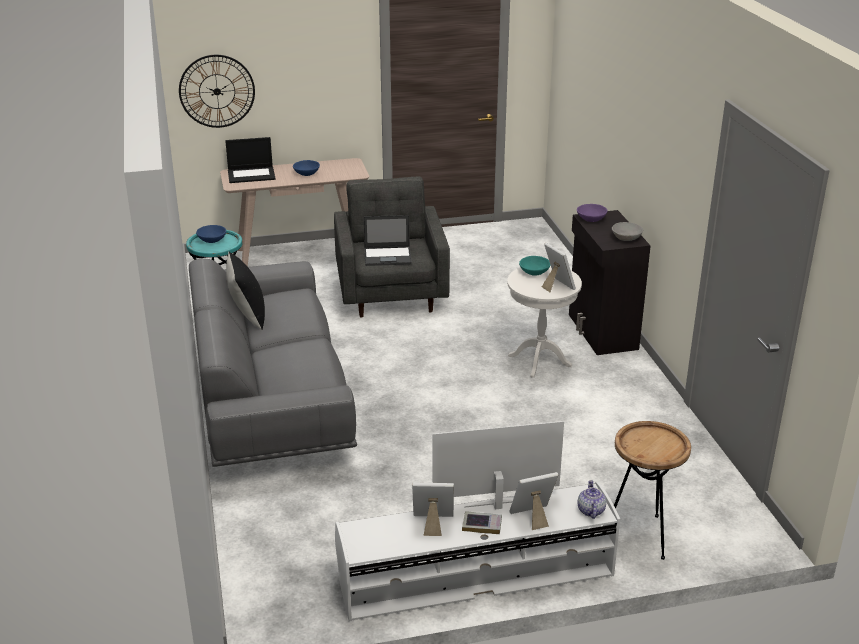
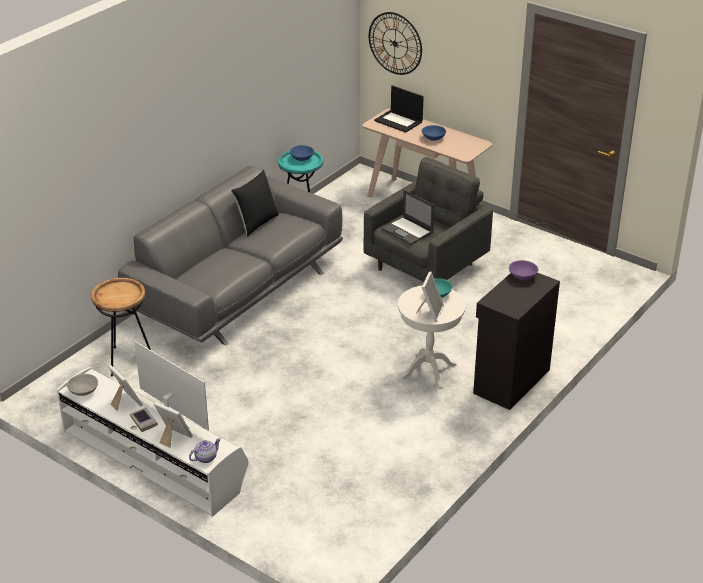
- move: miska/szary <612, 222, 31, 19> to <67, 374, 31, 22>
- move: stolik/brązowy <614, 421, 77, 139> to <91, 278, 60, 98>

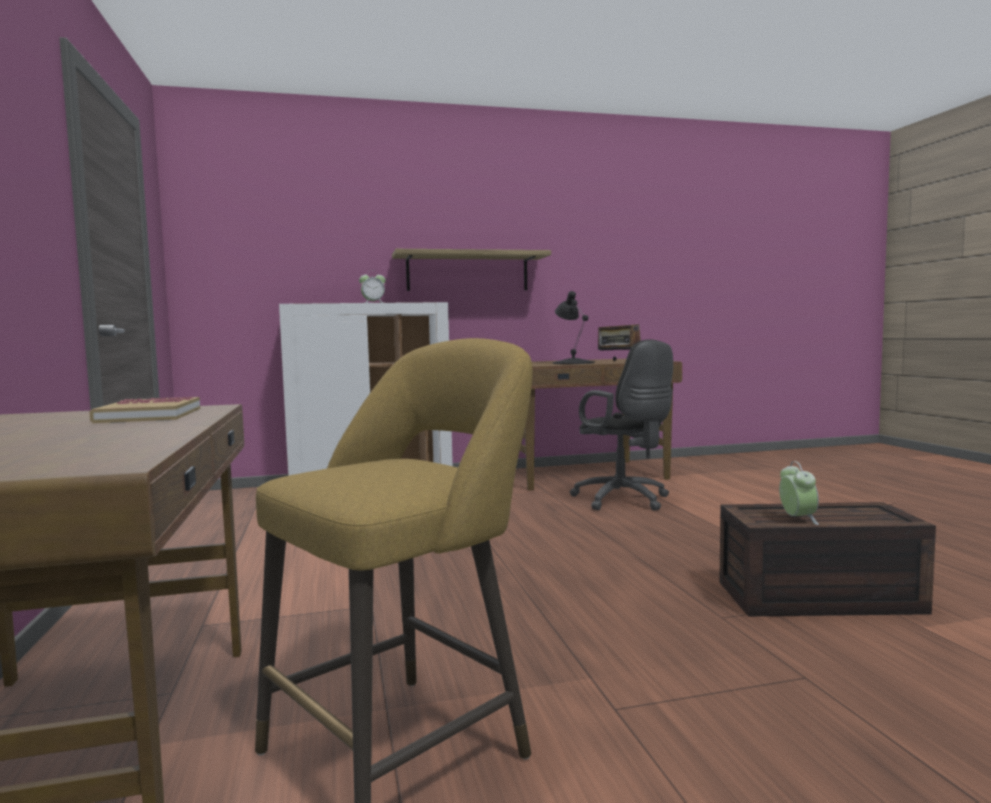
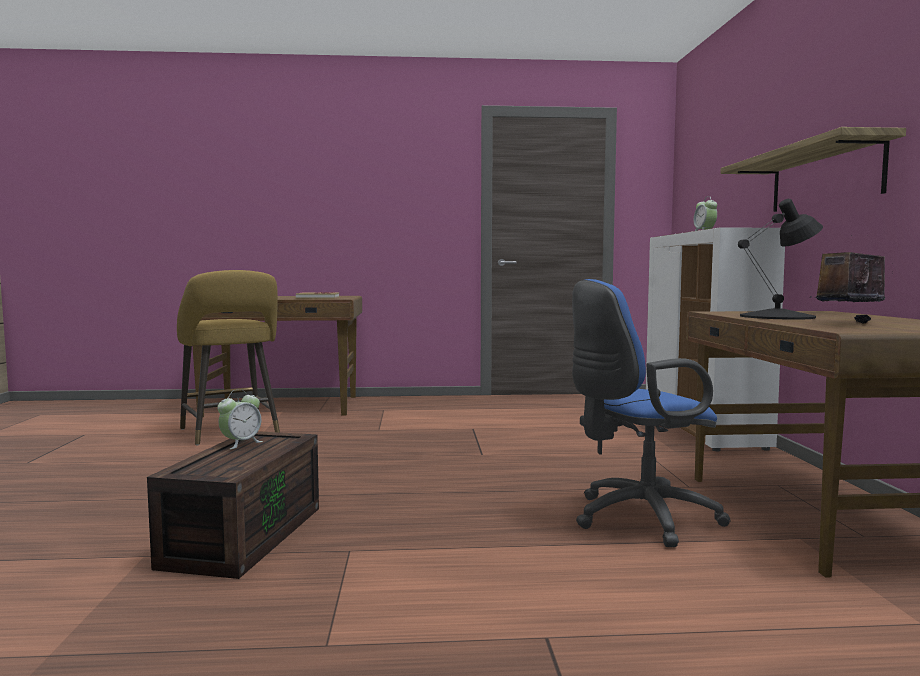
- rotate: budzik <779, 461, 40, 64> = <217, 389, 46, 60> 60 degrees counterclockwise
- recolor: krzesło biurowe/czarny <569, 339, 104, 172> to krzesło biurowe/niebieski <572, 279, 159, 268>

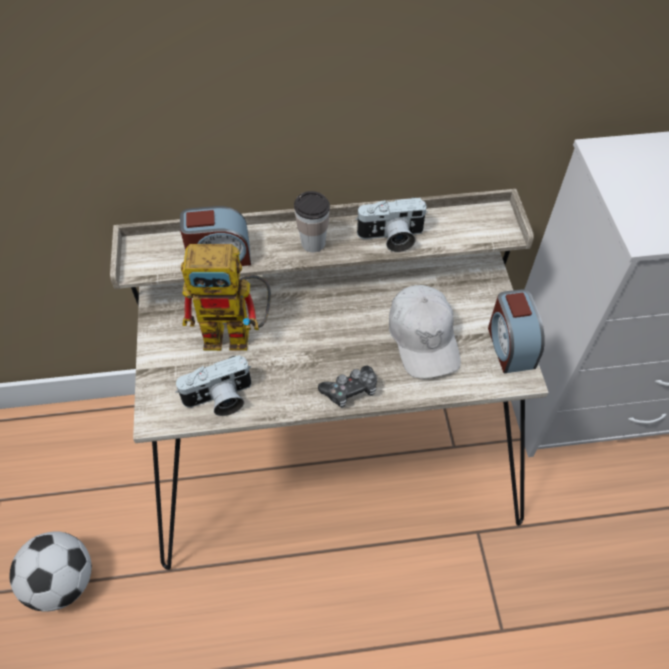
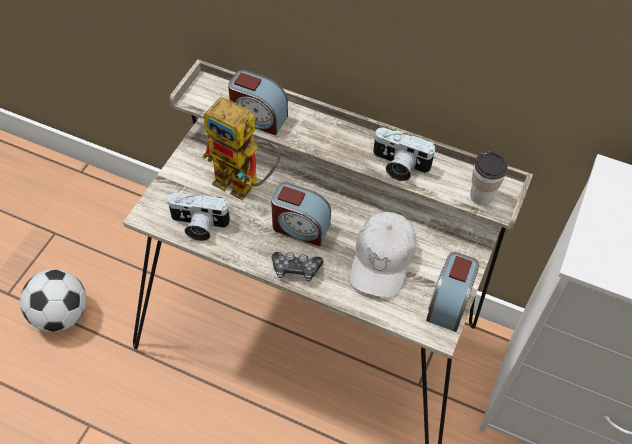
- insert: budzik <271, 182, 60, 64>
- move: filiżanka <294, 191, 36, 61> to <470, 151, 37, 54>

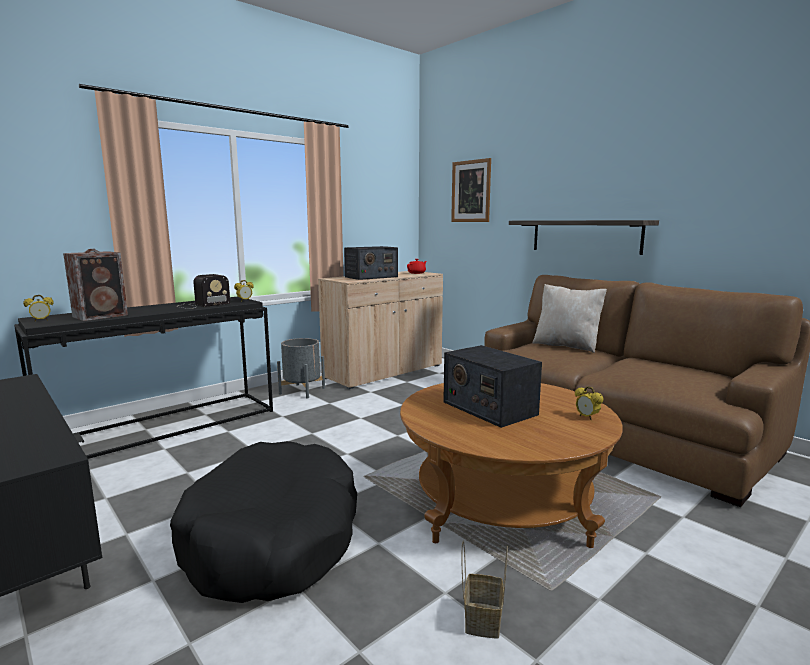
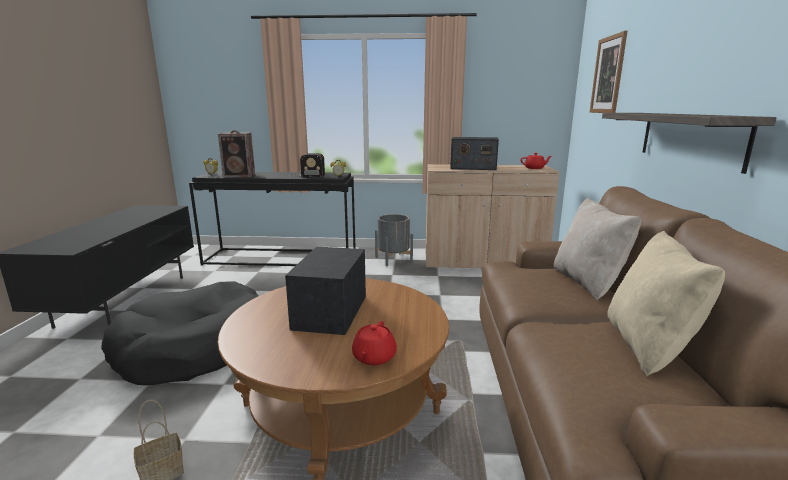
- replace: budzik <575, 386, 29, 34> to imbryk/czerwony <352, 321, 45, 44>
- insert: poduszka/beżowy <607, 231, 118, 146>

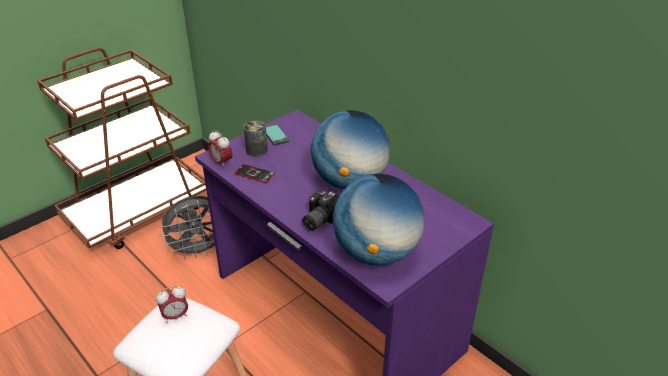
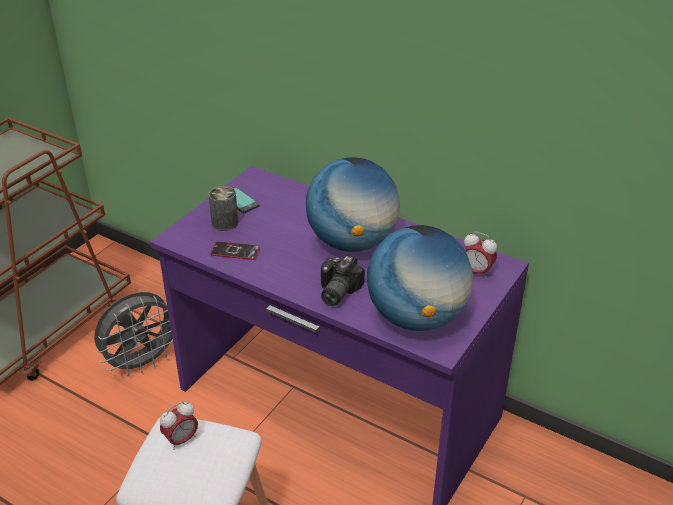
- move: budzik <208, 130, 25, 38> to <464, 232, 33, 47>

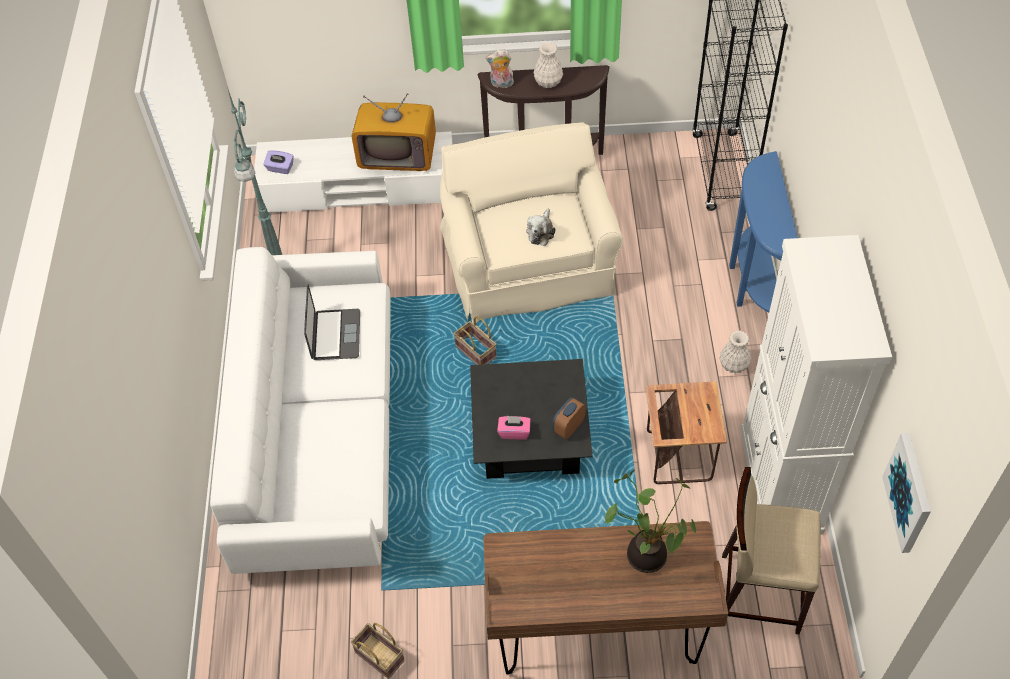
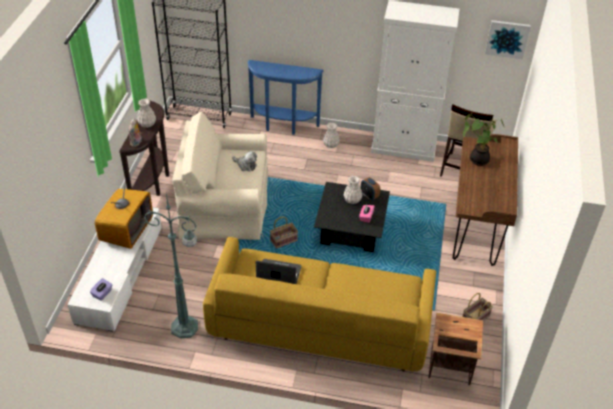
- recolor: kanapa/biały <210, 247, 181, 327> to kanapa/żółty <203, 237, 233, 134>
- insert: wazon/biały <343, 176, 19, 28>
- move: stolik <646, 381, 81, 103> to <429, 313, 54, 72>

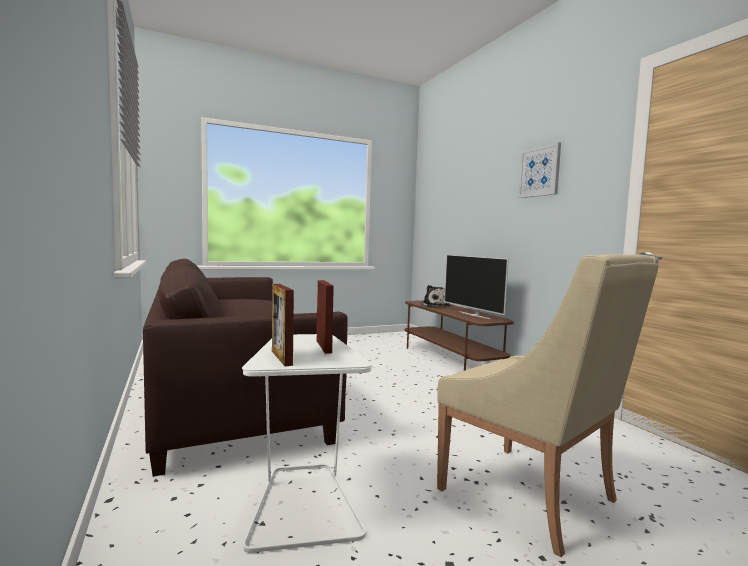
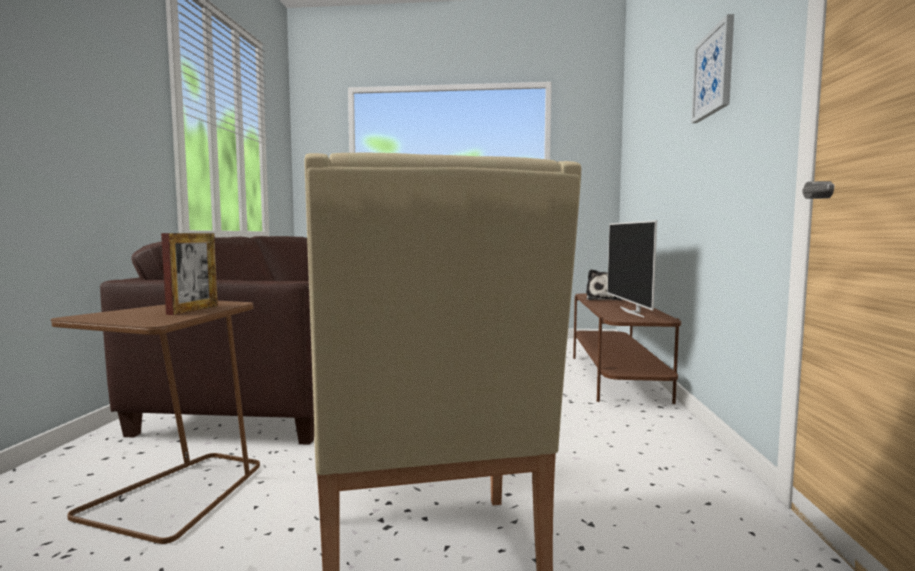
- recolor: stolik/biały <242, 334, 130, 219> to stolik/brązowy <51, 301, 209, 243>
- delete: ramka na zdjęcie <272, 284, 22, 82>

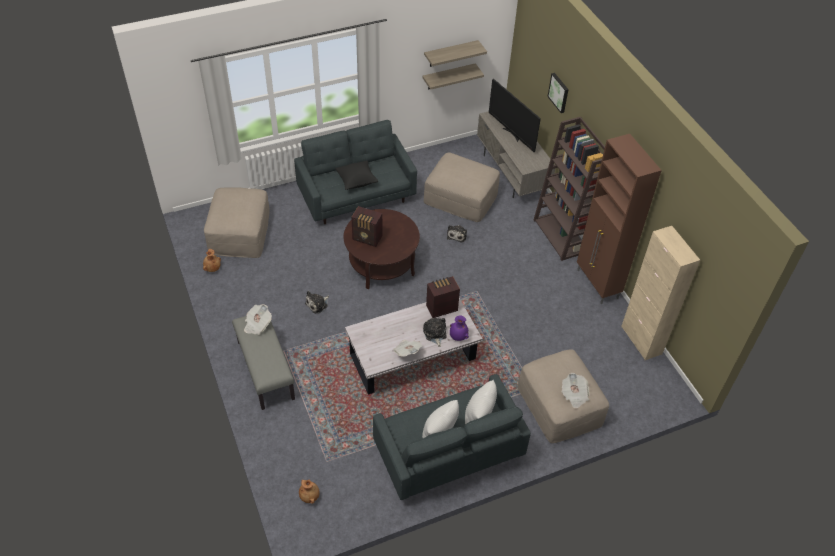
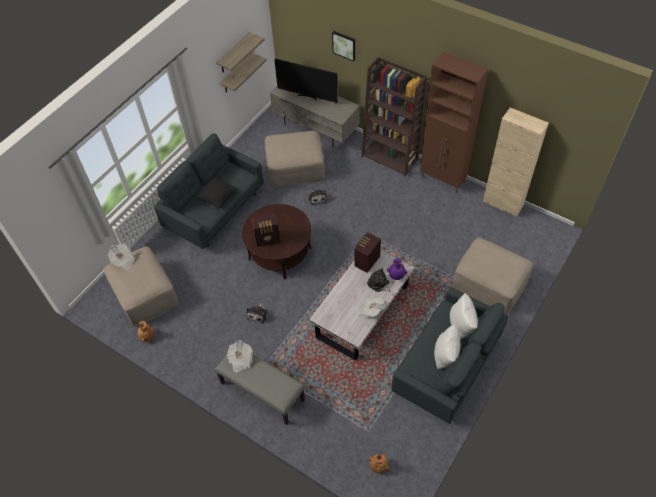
- move: gazeta <562, 373, 27, 36> to <108, 244, 27, 26>

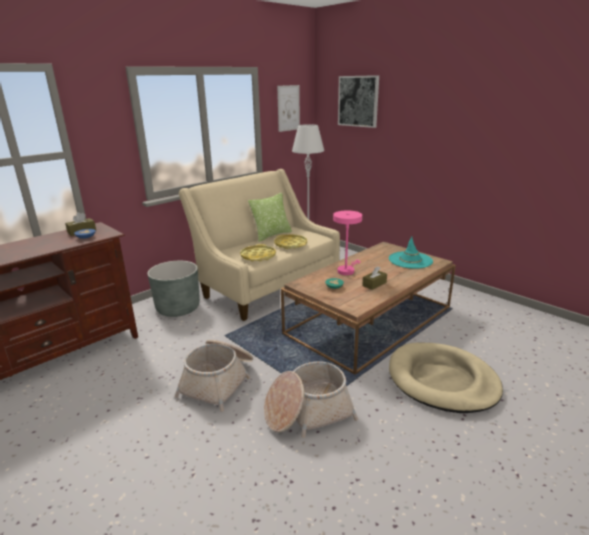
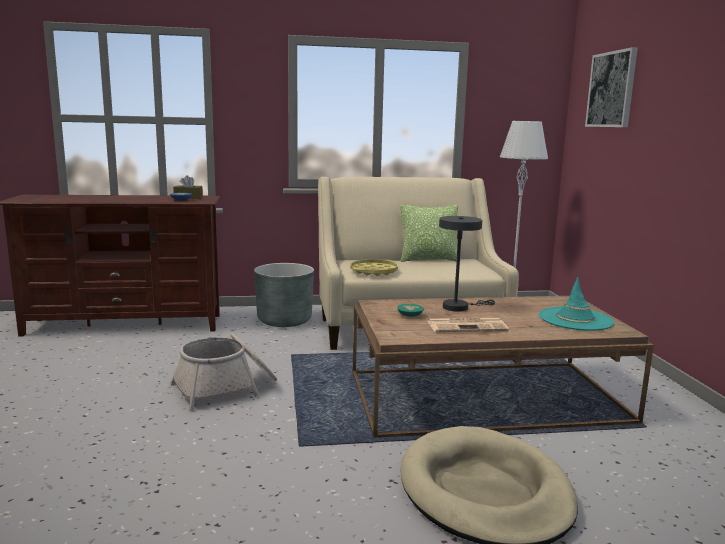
- replace: pudełko chusteczek/brązowy <362, 266, 25, 24> to gazeta <428, 318, 81, 14>
- recolor: lampa stołowa/różowy <333, 210, 29, 65> to lampa stołowa/szary <439, 216, 56, 96>
- delete: koszyk <264, 361, 94, 77>
- delete: taca/żółty <274, 235, 33, 14>
- delete: obraz <277, 85, 23, 47>

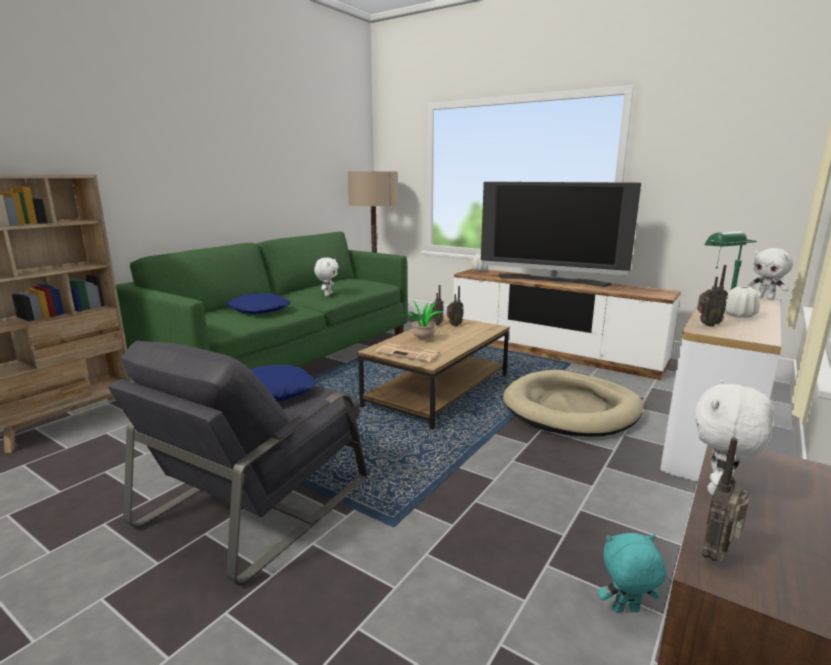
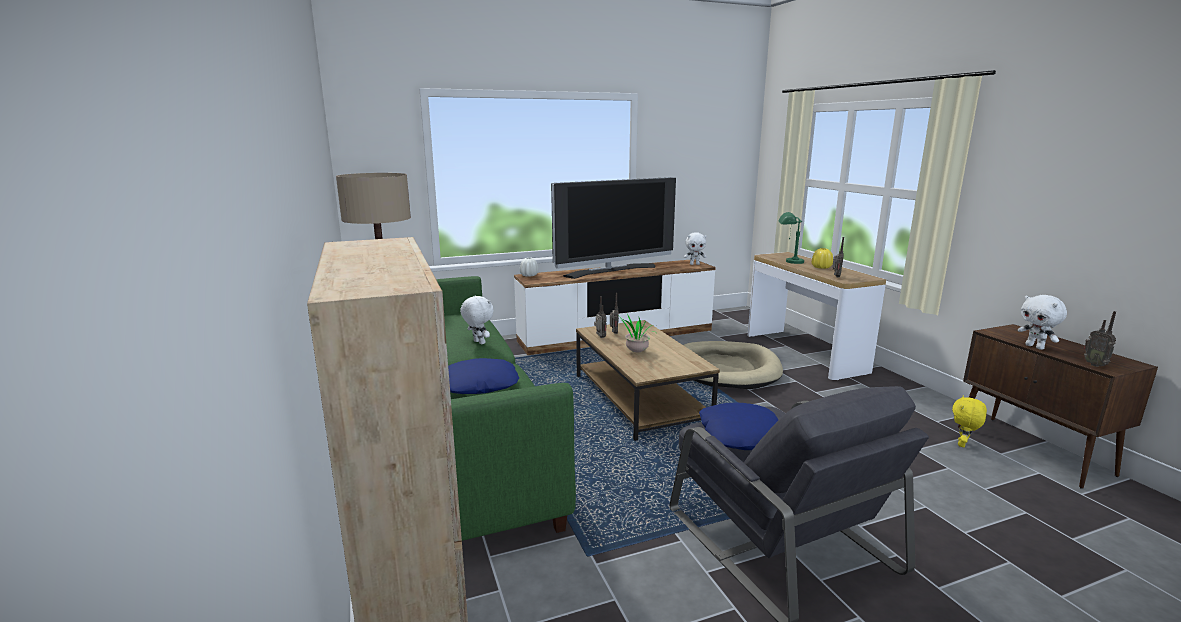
- move: pluszak/biały <748, 248, 45, 52> to <684, 232, 23, 33>
- recolor: wazon/biały <725, 286, 35, 32> to wazon/żółty <812, 248, 21, 21>
- recolor: pluszak/turkusowy <598, 533, 68, 80> to pluszak/żółty <952, 395, 35, 52>
- delete: gazeta <375, 343, 66, 19>

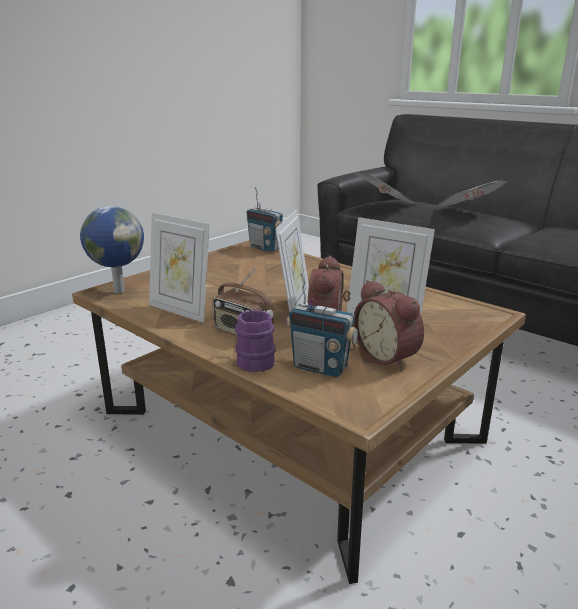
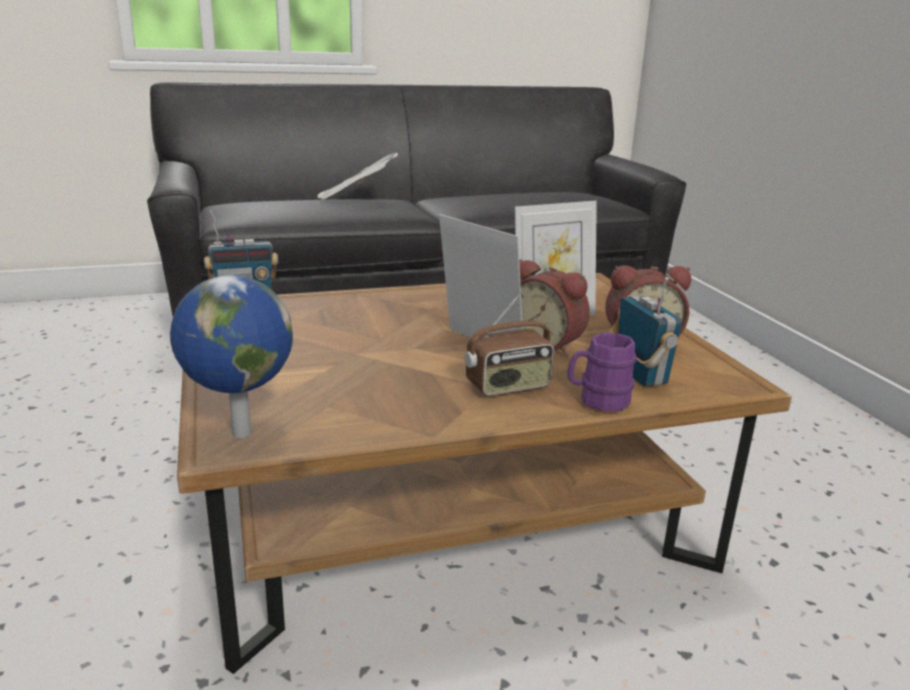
- rotate: radio <286, 273, 72, 104> = <609, 277, 73, 109> 75 degrees counterclockwise
- delete: ramka na zdjęcie <149, 212, 61, 111>
- delete: gazeta <355, 171, 62, 33>

